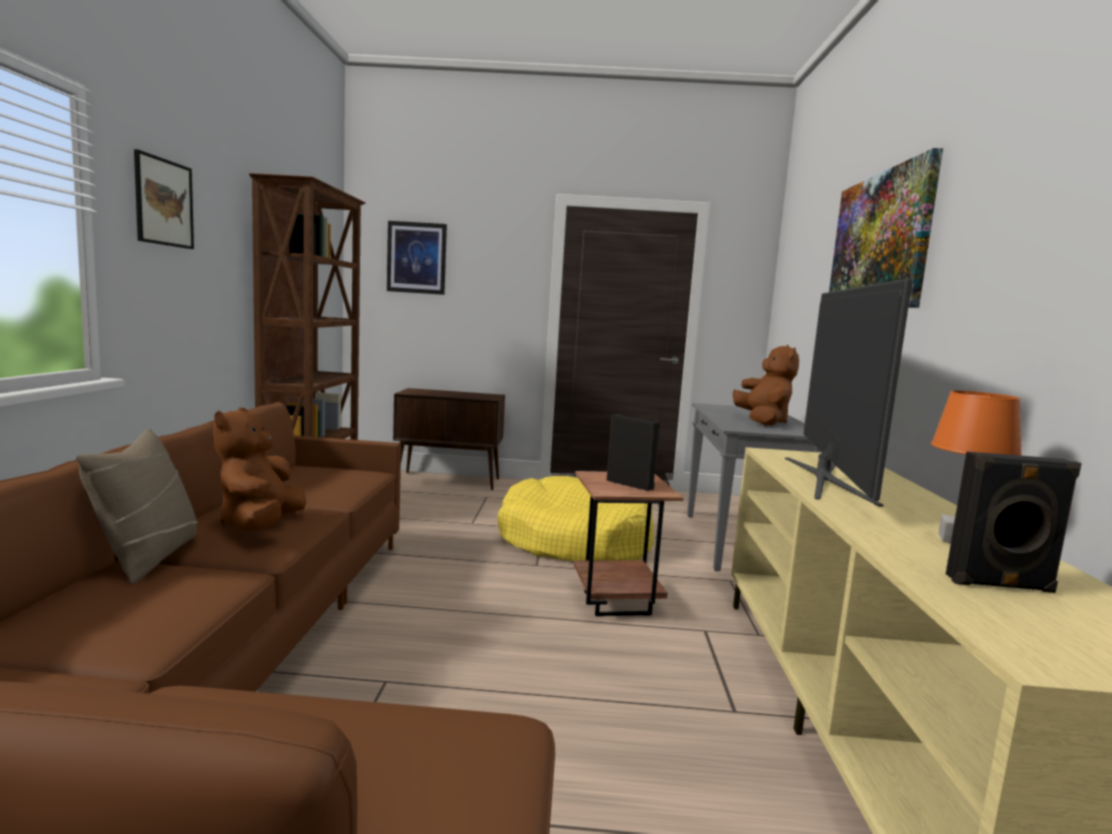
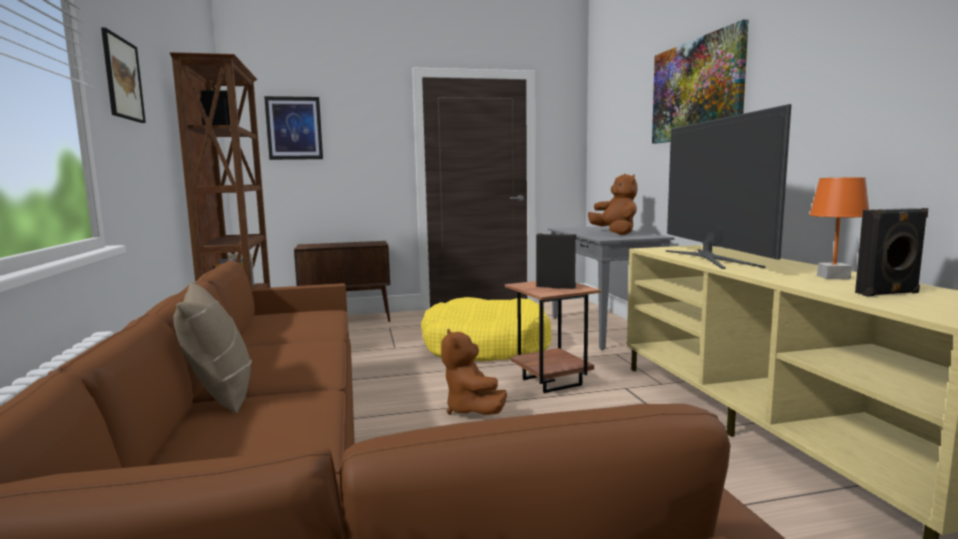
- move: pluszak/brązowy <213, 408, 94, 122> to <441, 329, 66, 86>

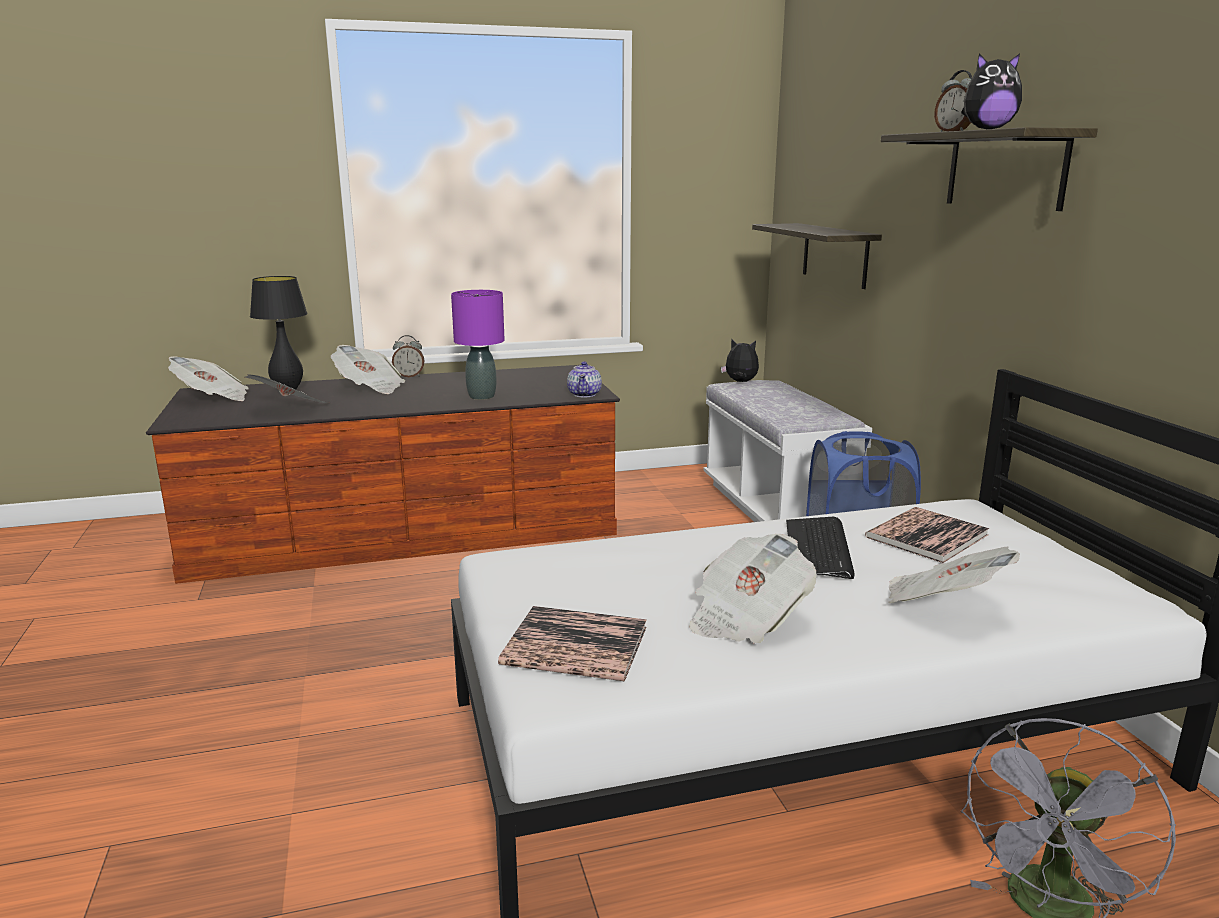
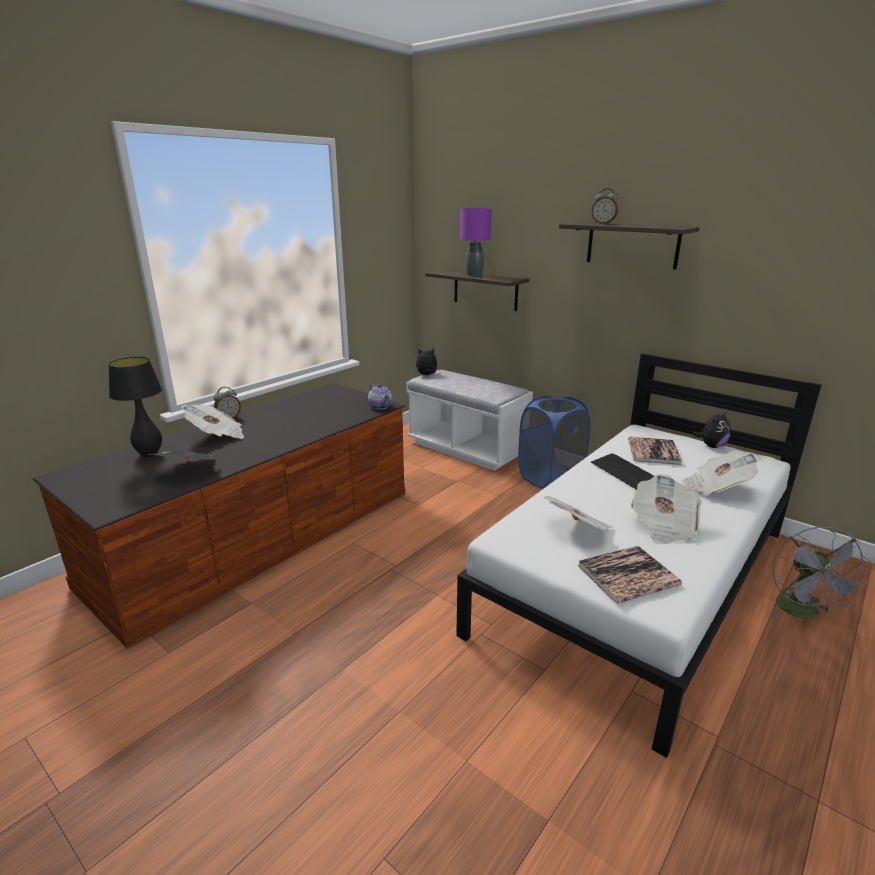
- move: lampa stołowa/fioletowy <451, 290, 54, 110> to <460, 208, 32, 68>
- move: gazeta <168, 356, 81, 45> to <544, 496, 69, 35>
- move: pluszak <961, 53, 61, 76> to <693, 411, 38, 37>

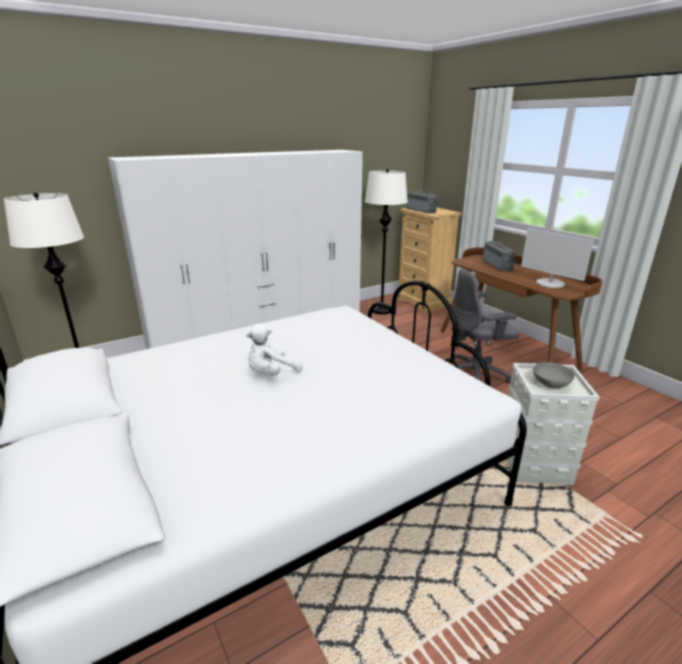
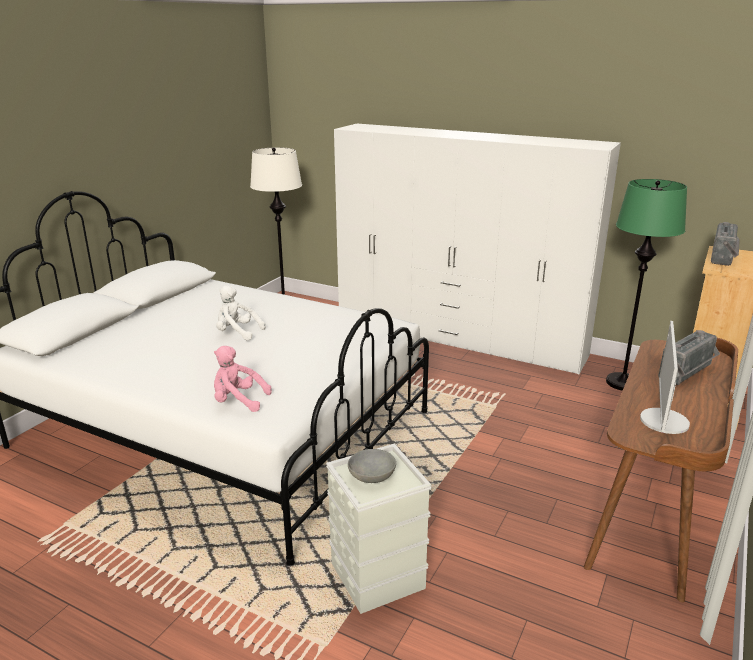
- insert: pluszak/różowy <214, 346, 58, 66>
- recolor: lampa stojąca/biały <365, 169, 43, 145> to lampa stojąca/zielony <606, 179, 81, 212>
- delete: krzesło biurowe/szary <449, 268, 70, 115>

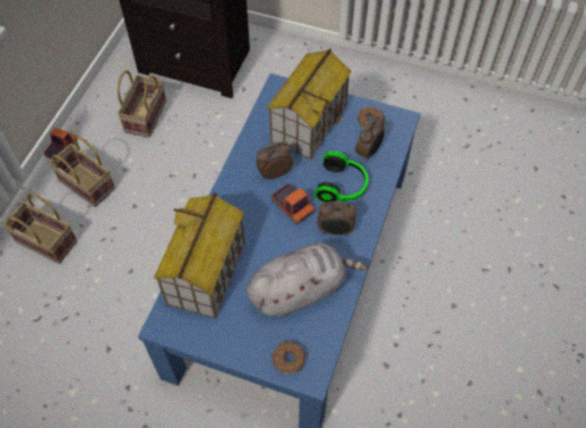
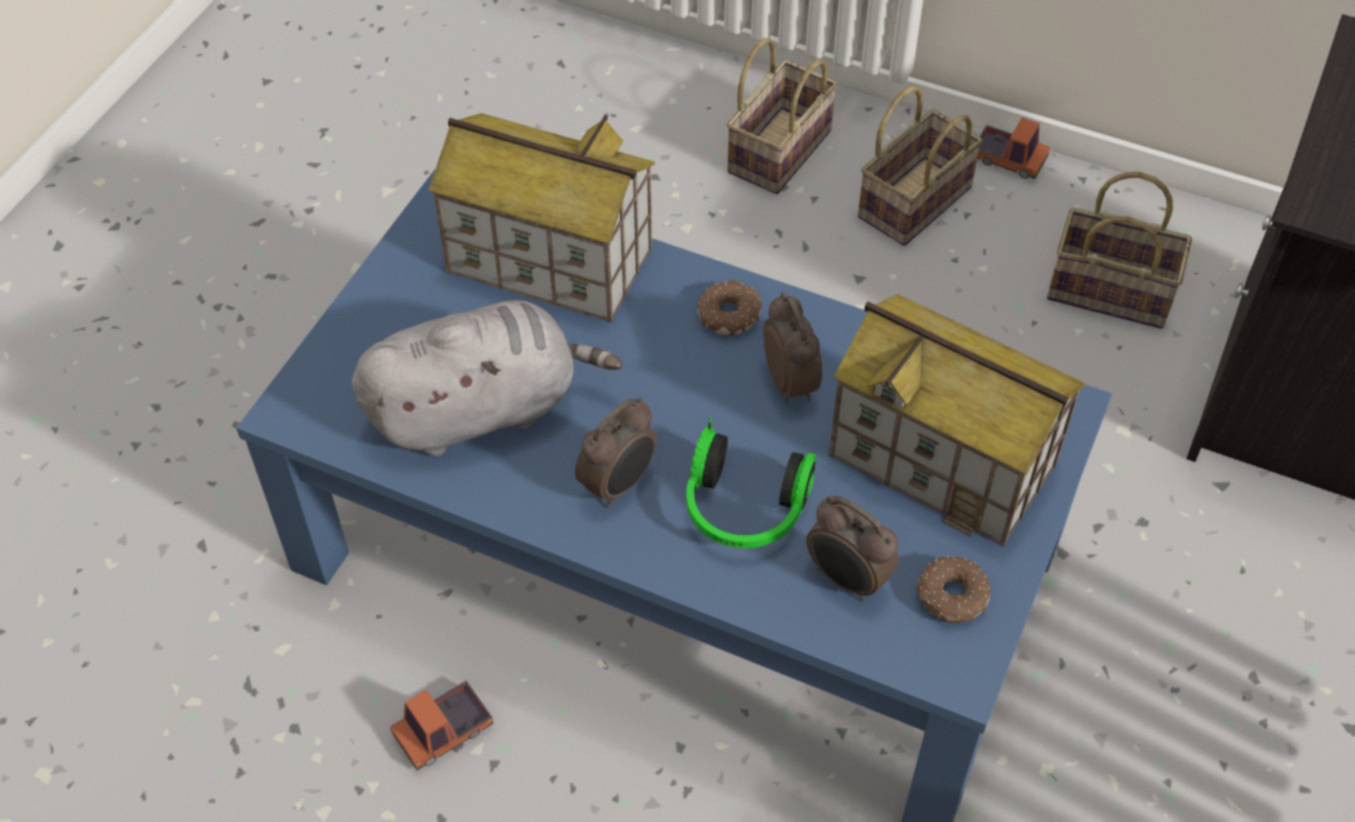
- rotate: pluszak/szary <247, 243, 121, 74> = <352, 300, 270, 156> 90 degrees counterclockwise
- move: ciężarówka zabawkowa <271, 183, 44, 41> to <390, 681, 104, 90>
- rotate: budzik <318, 201, 39, 35> = <575, 397, 82, 111> 150 degrees counterclockwise
- move: donut <271, 341, 35, 33> to <697, 280, 66, 56>

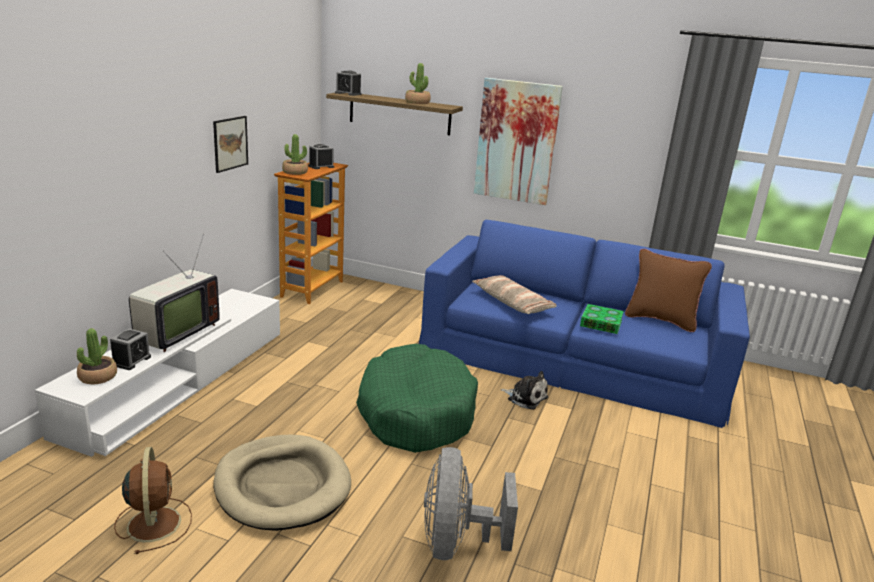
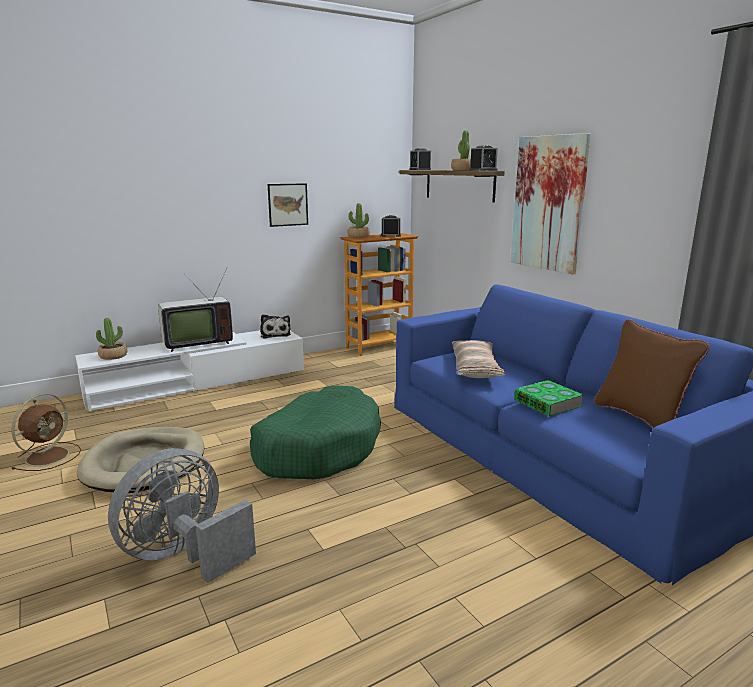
- move: pluszak <500, 371, 48, 39> to <260, 314, 31, 25>
- move: budzik <110, 329, 41, 41> to <469, 145, 29, 26>

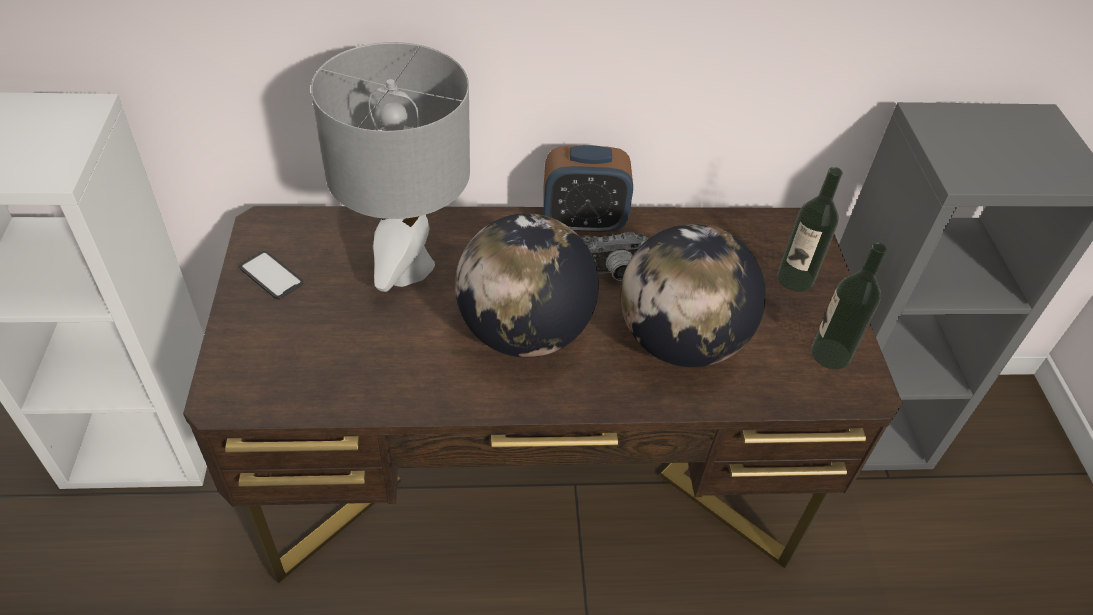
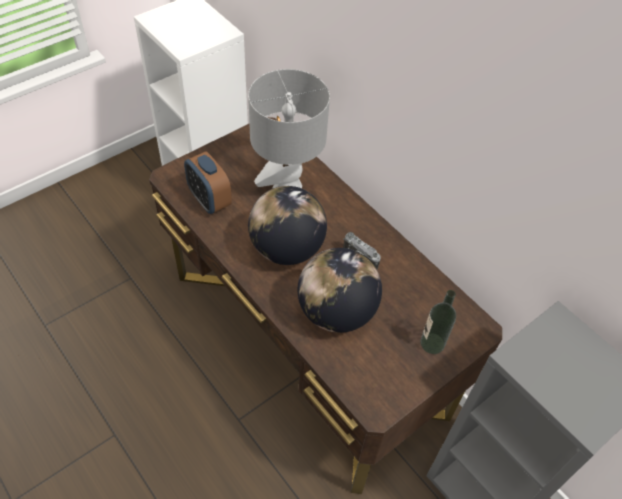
- move: budzik <544, 145, 89, 89> to <184, 151, 48, 63>
- delete: telefon <240, 251, 63, 48>
- delete: butelka <811, 243, 76, 126>

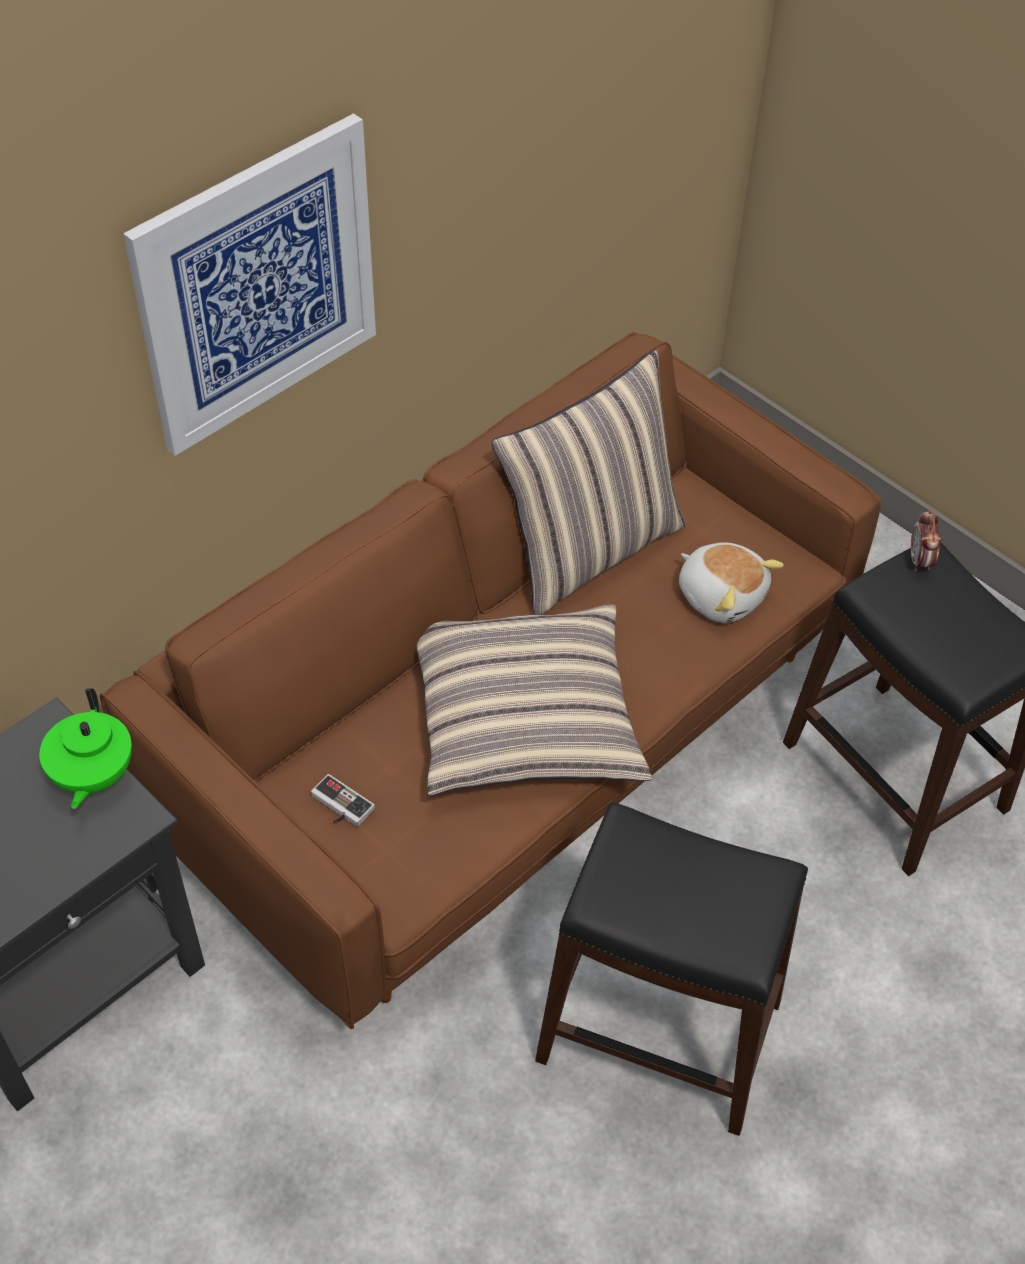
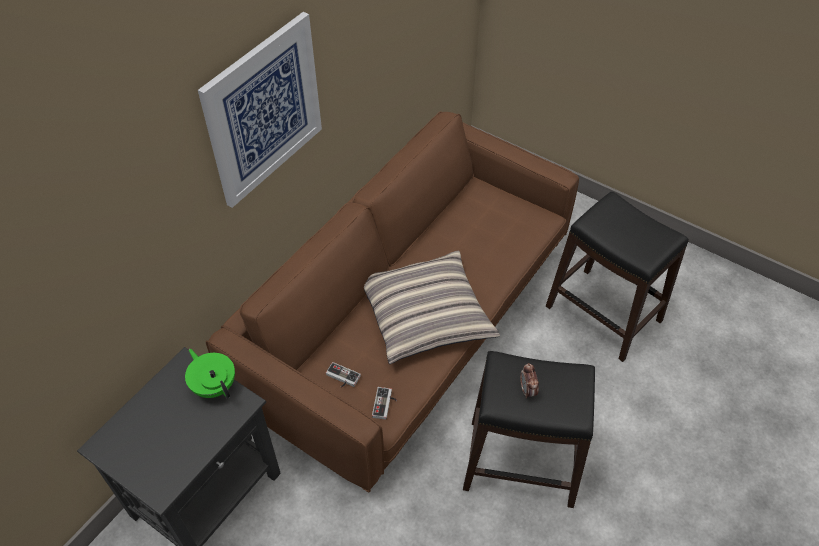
- rotate: imbryk/zielony <39, 688, 93, 121> = <185, 349, 50, 49> 150 degrees clockwise
- insert: pad do gier <372, 387, 25, 33>
- move: budzik <911, 509, 30, 62> to <520, 363, 19, 35>
- delete: poduszka <491, 350, 195, 265>
- delete: pluszak <679, 543, 105, 80>

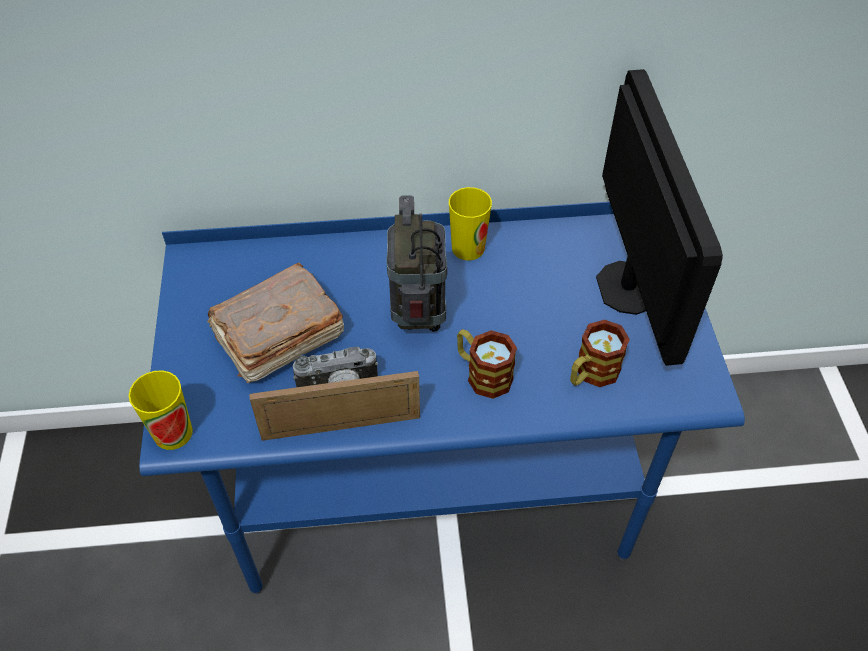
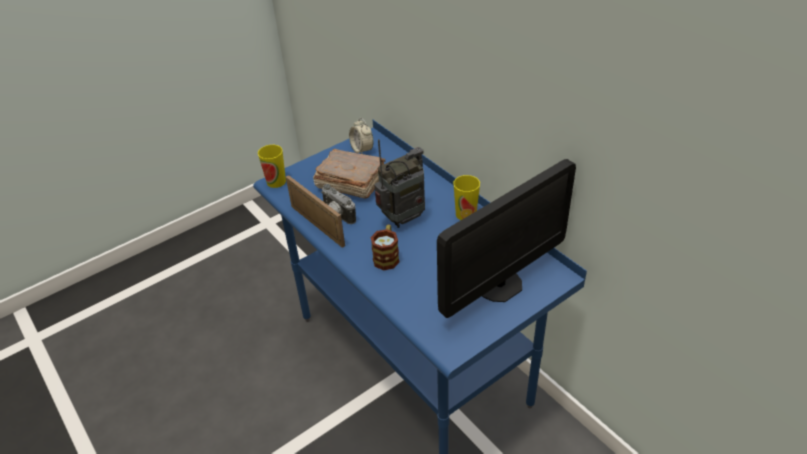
- insert: budzik <349, 118, 24, 36>
- delete: kubek <570, 320, 60, 67>

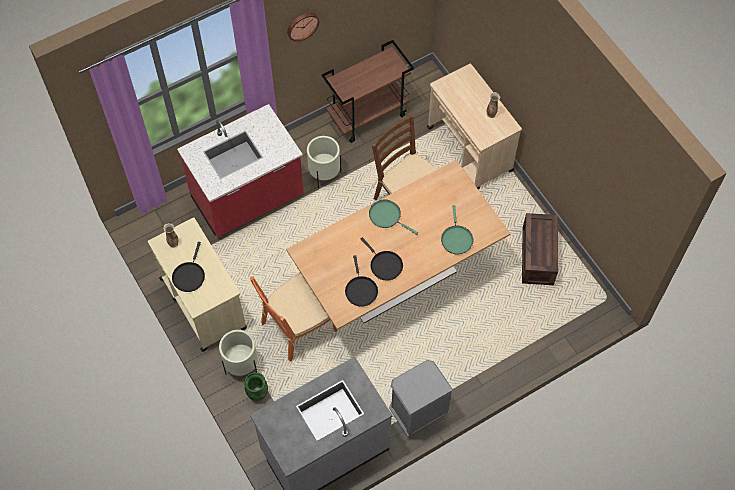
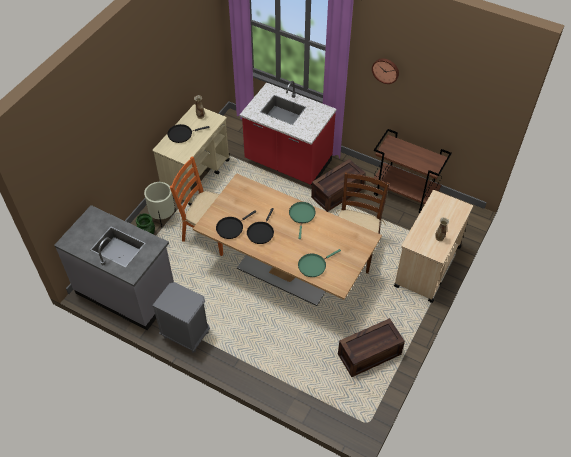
- replace: donica/beżowy <307, 136, 34, 52> to skrzynka <311, 159, 55, 53>

